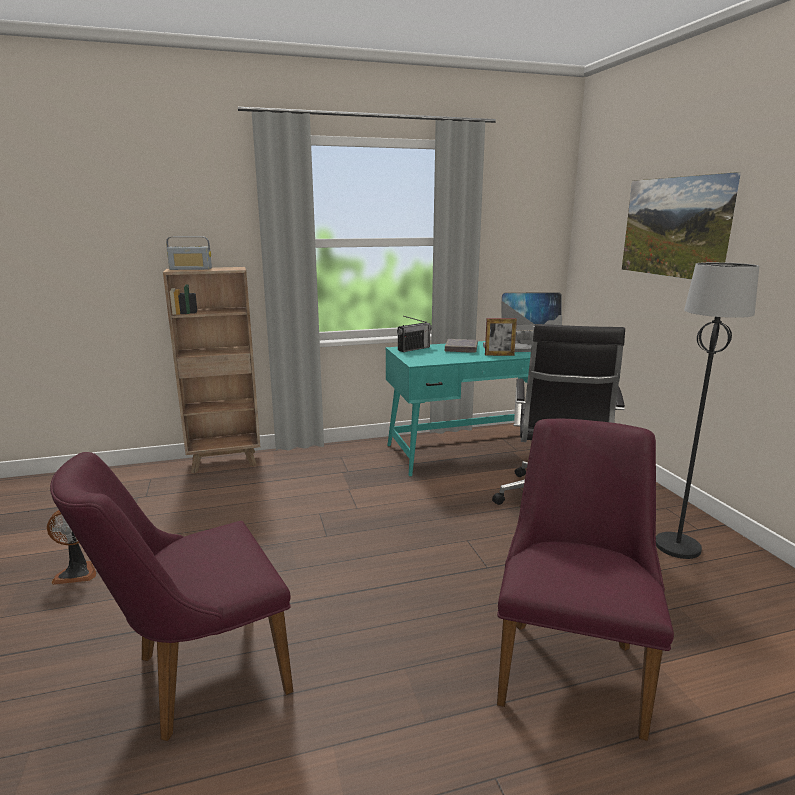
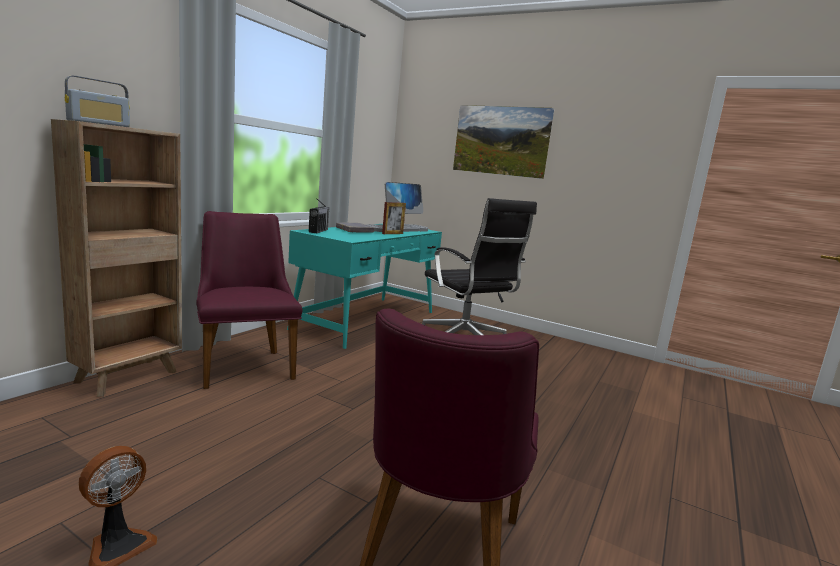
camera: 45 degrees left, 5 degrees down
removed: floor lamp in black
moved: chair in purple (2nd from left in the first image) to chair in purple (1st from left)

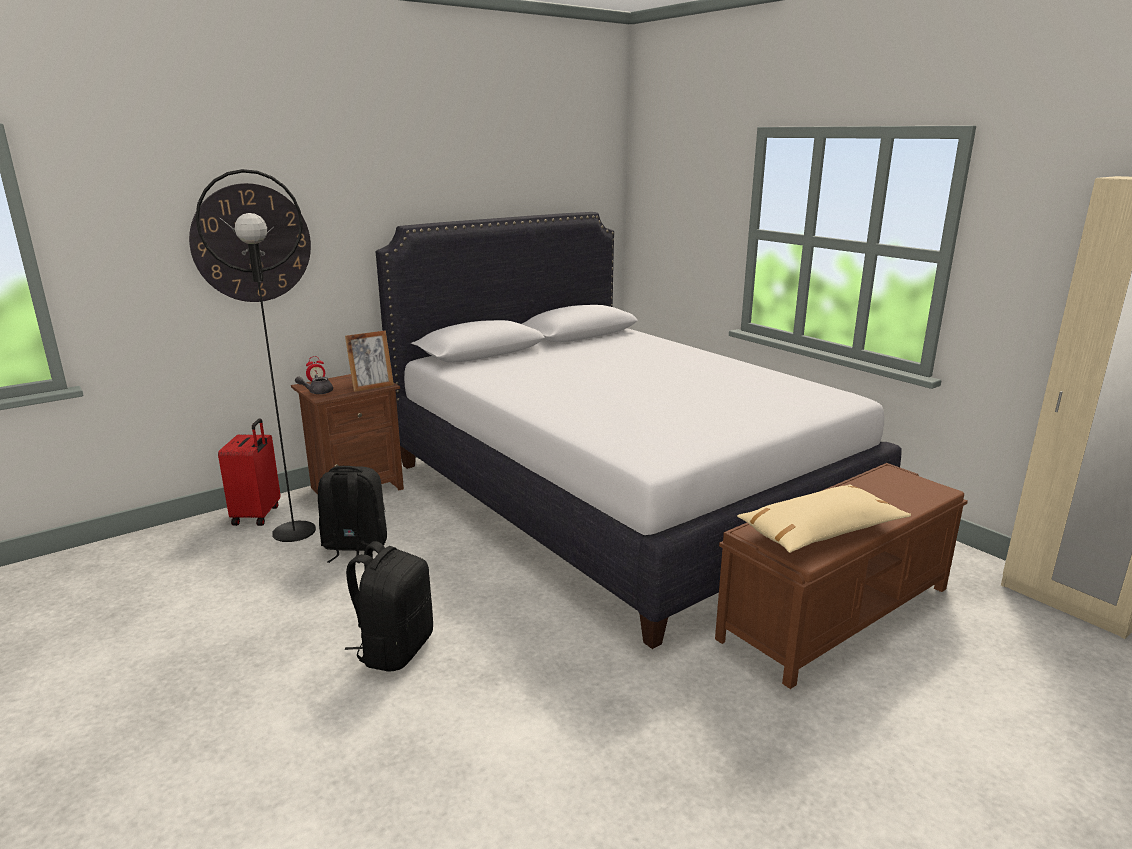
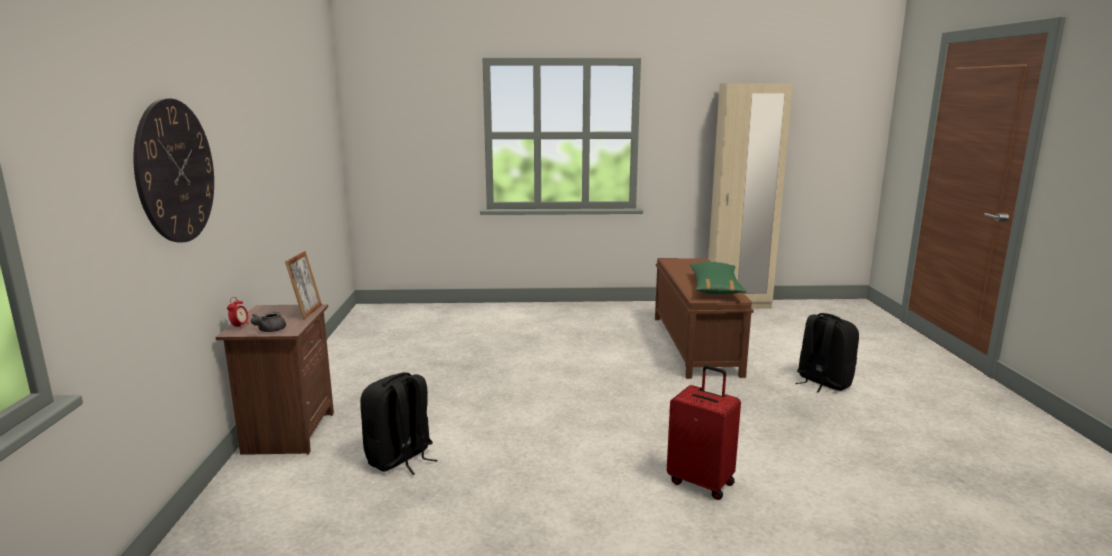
camera: 55 degrees left, 5 degrees down
removed: floor lamp in black; bed in white
moved: suitcase in red; backpack in black (2nd from left)
recoloured: pillow in beige to pillow in green

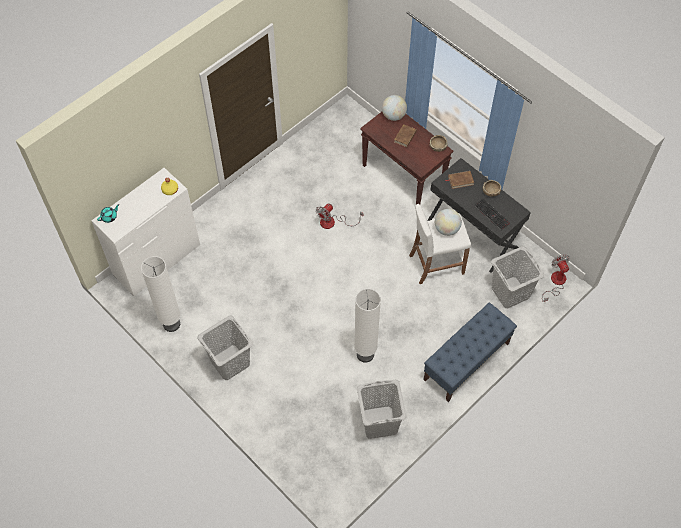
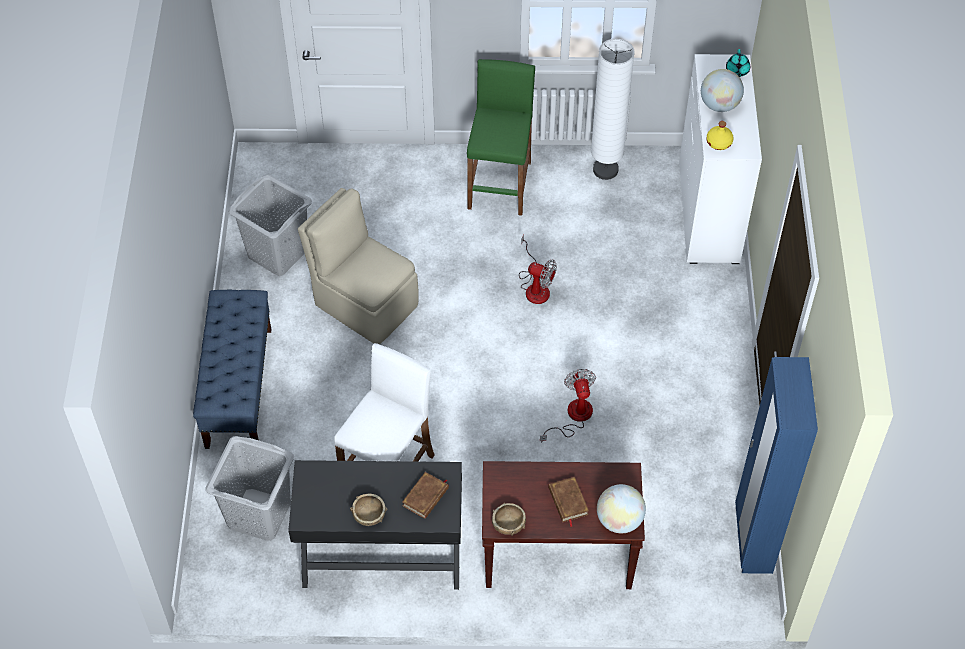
camera: 135 degrees right, 5 degrees down
removed: keyboard
added: wardrobe in blue
moved: globe (2nd from left); fan (2nd from left in the first image) to fan (1st from left)
replaced: laundry basket in grey (1st from left) to stool in green; floor lamp in white (2nd from left) to chair in beige

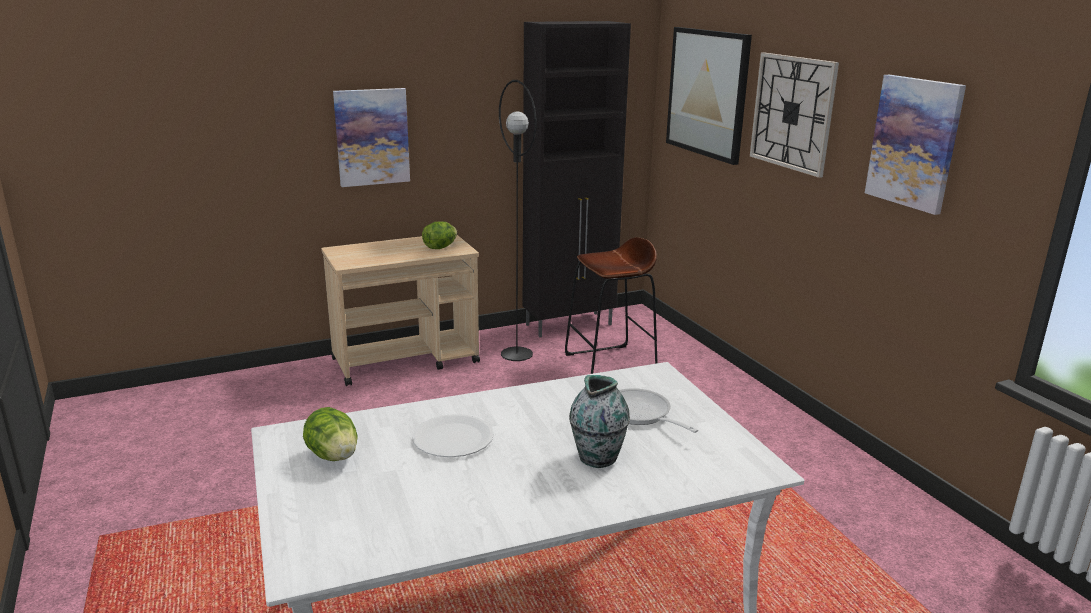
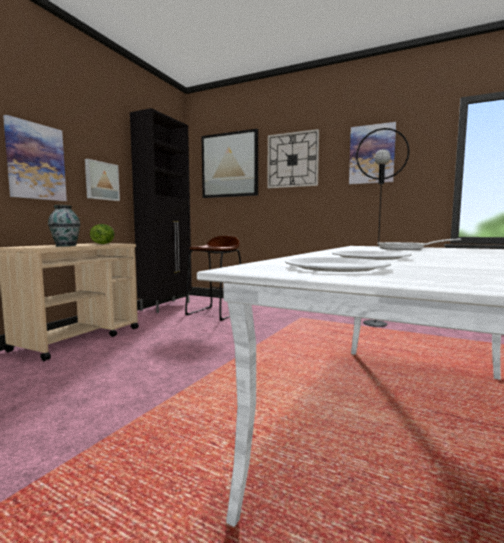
camera: 40 degrees left, 15 degrees down
added: picture (2nd from left)
moved: floor lamp in black; vase
replaced: lettuce (1st from left) to plate in white (1st from left)

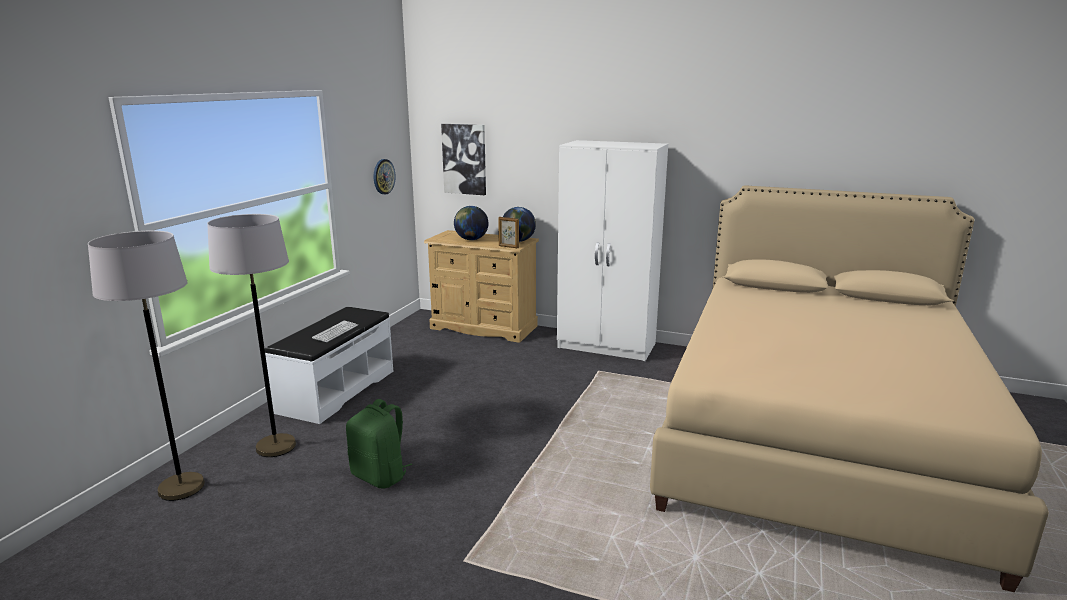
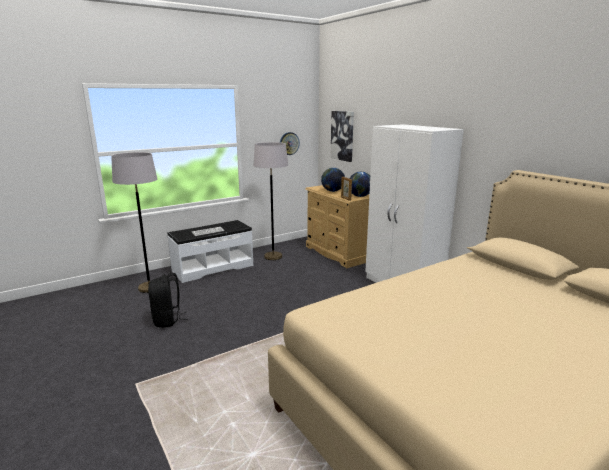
camera: 35 degrees right, 0 degrees up
moved: floor lamp in grey (1st from left in the first image) to floor lamp in grey (2nd from left)
recoloured: backpack in green to backpack in black

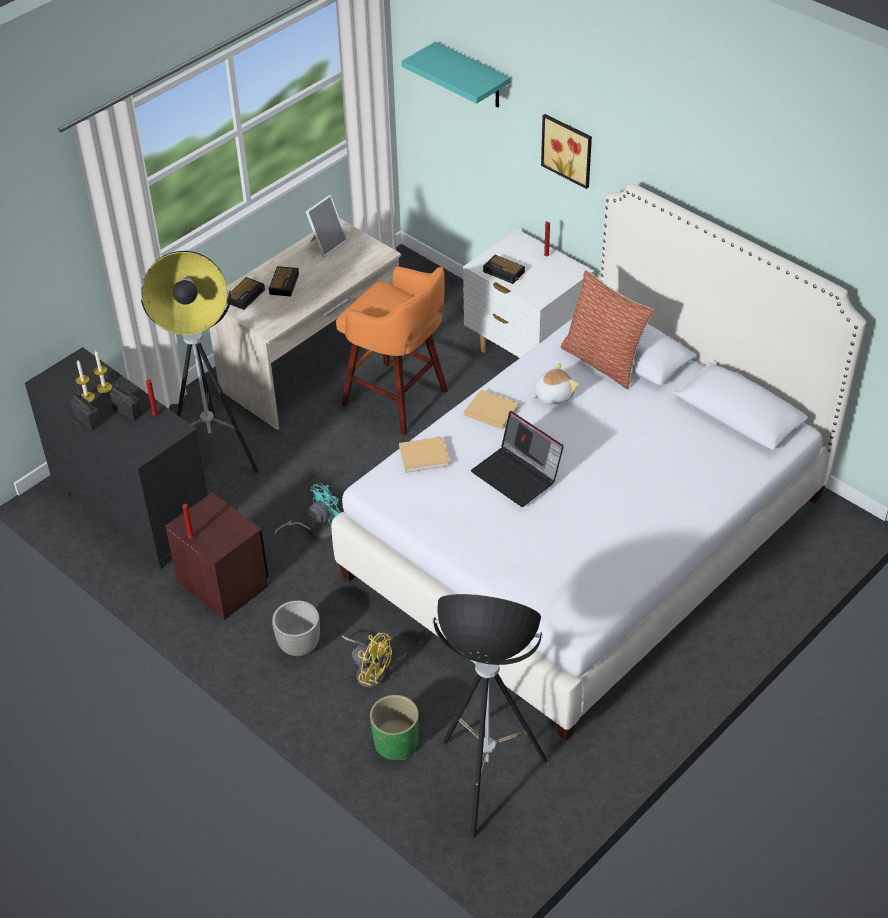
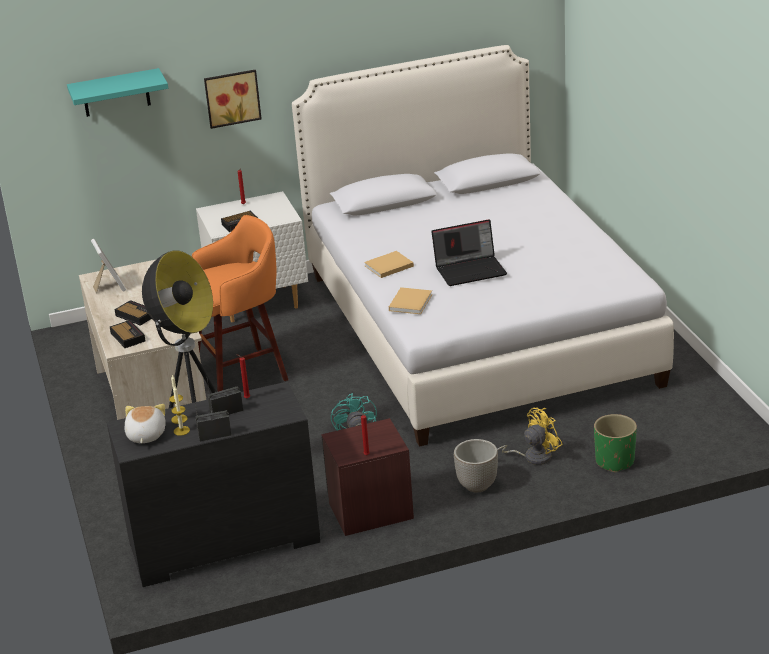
camera: 60 degrees left, 15 degrees down
removed: floor lamp (2nd from left); pillow
moved: plush toy

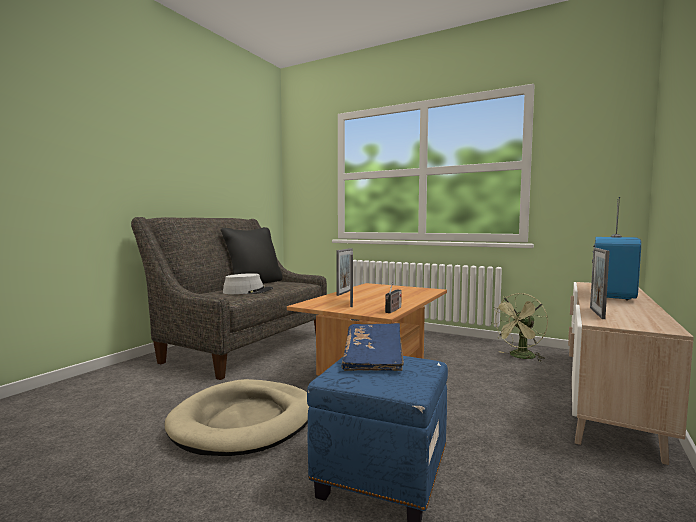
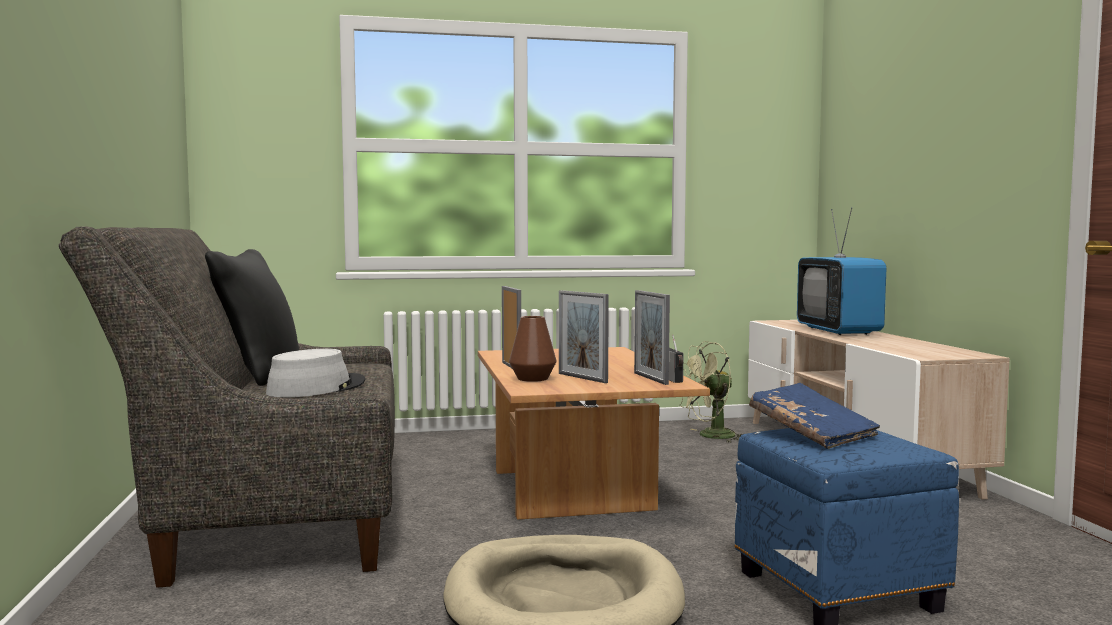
camera: 40 degrees left, 0 degrees up
added: vase in brown
moved: picture frame (3rd from left)
turned: fan in green 60 degrees clockwise

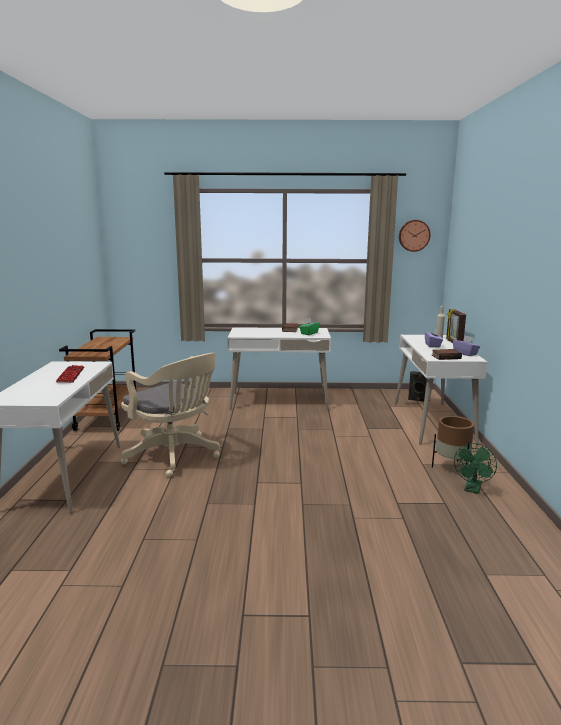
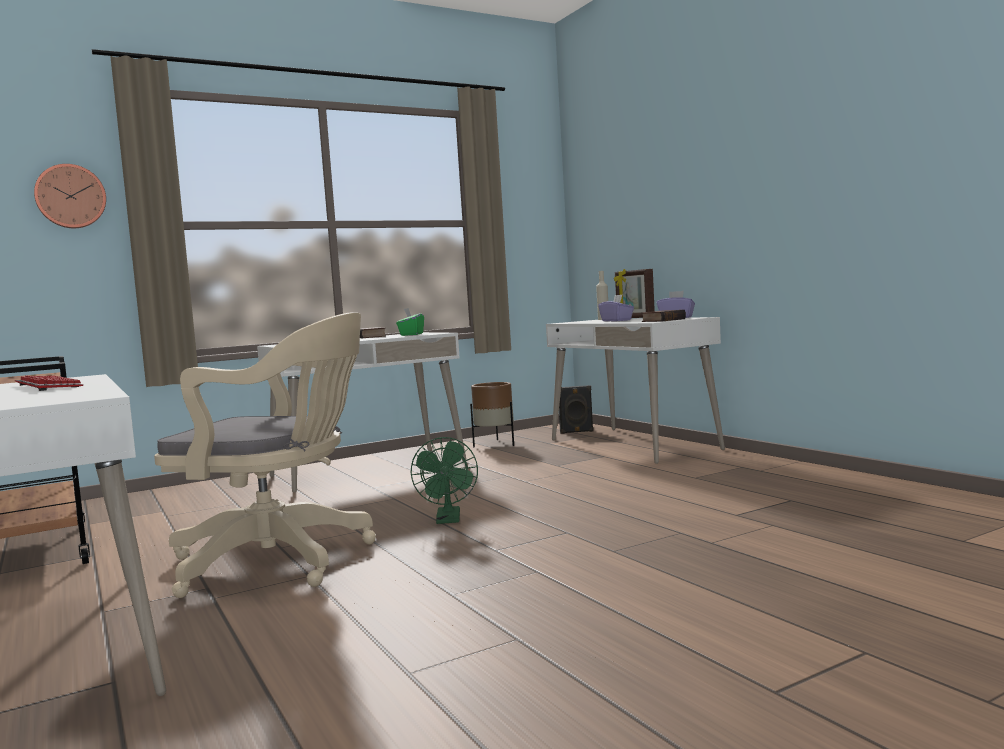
camera: 30 degrees left, 10 degrees down
moved: wall clock; planter in brown; fan in green

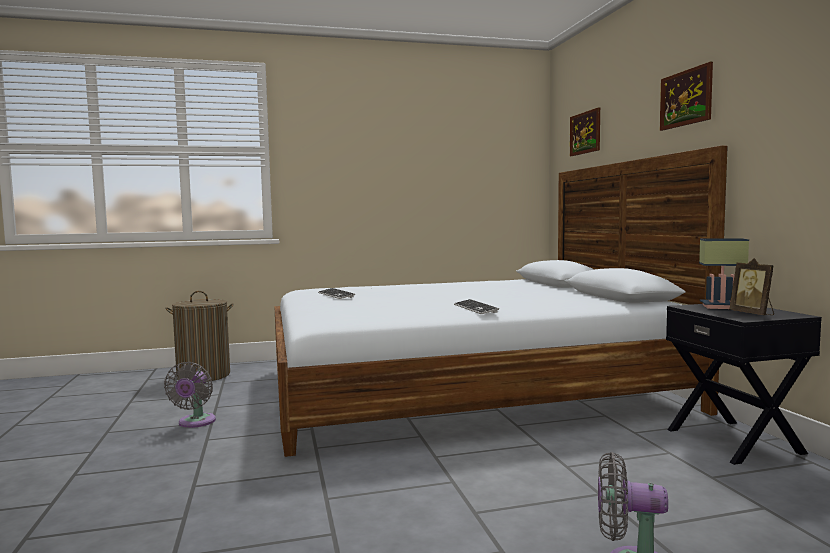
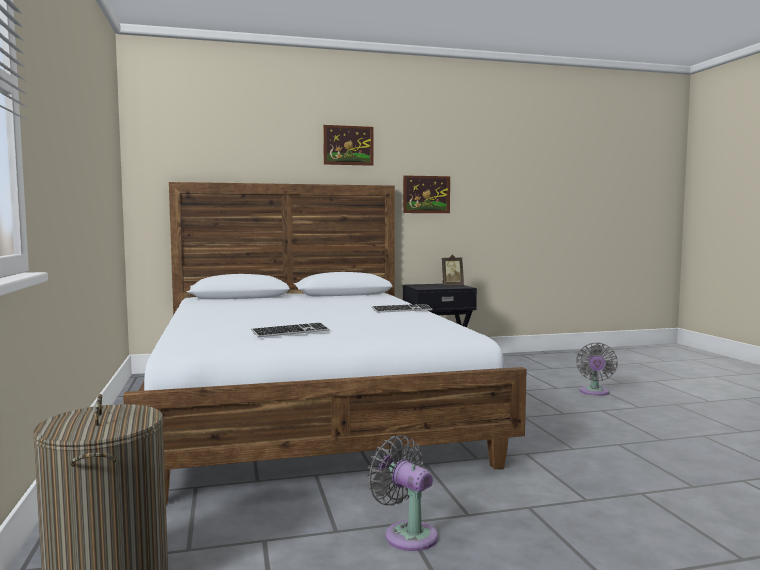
camera: 90 degrees left, 0 degrees up
removed: table lamp
moved: picture (1st from left in the first image) to picture (2nd from left)
turned: fan in grey (1st from left) 135 degrees counterclockwise

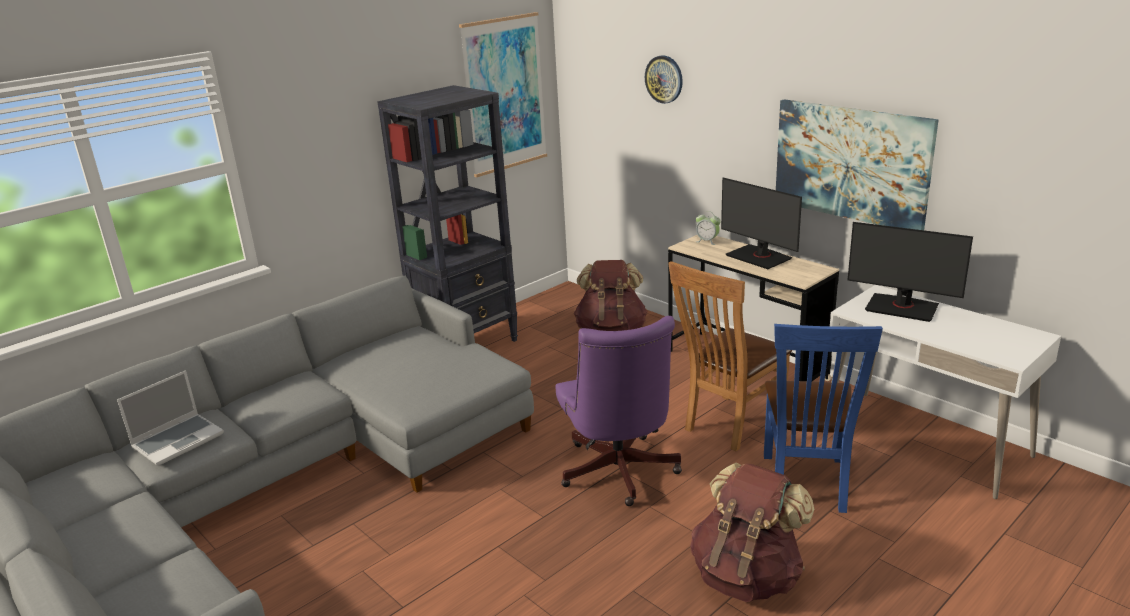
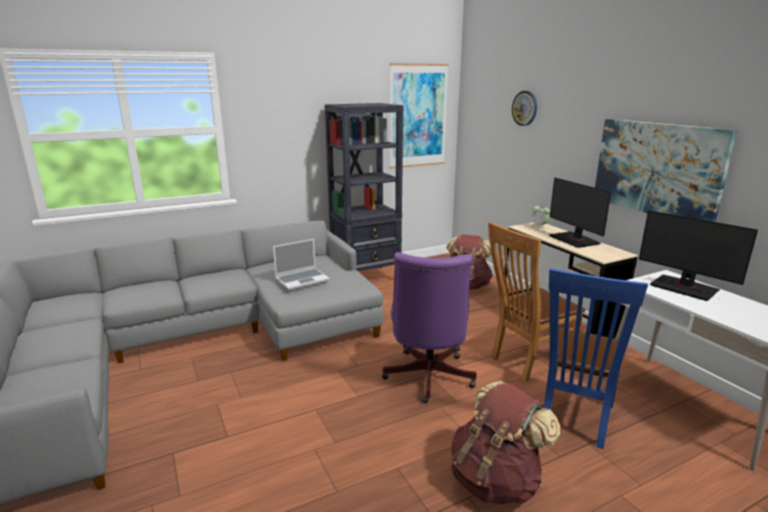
camera: 15 degrees right, 5 degrees down
moved: laptop

